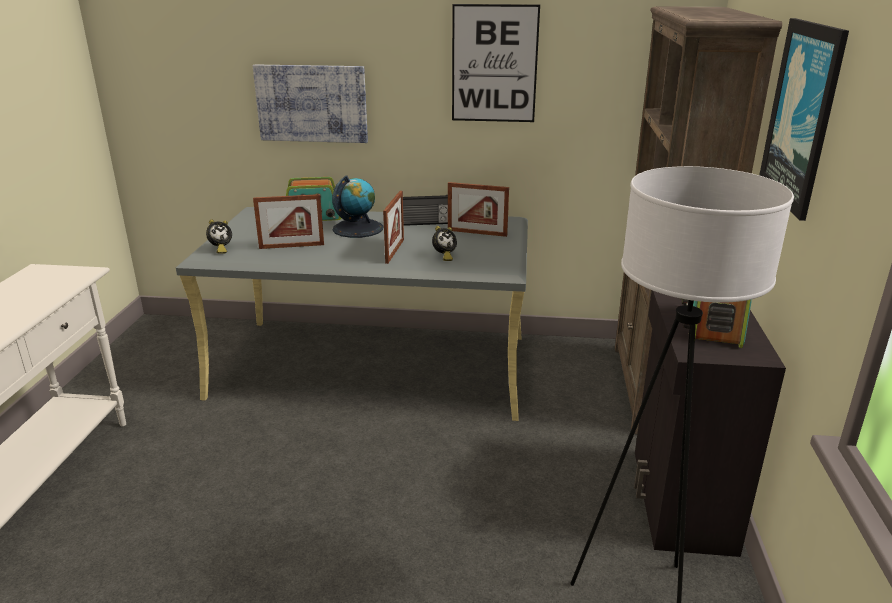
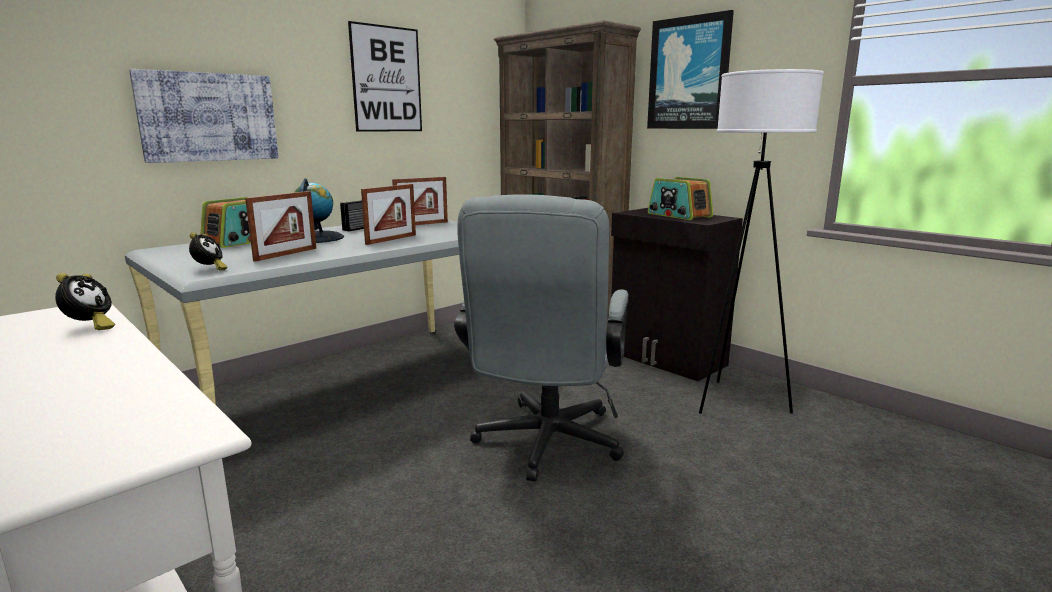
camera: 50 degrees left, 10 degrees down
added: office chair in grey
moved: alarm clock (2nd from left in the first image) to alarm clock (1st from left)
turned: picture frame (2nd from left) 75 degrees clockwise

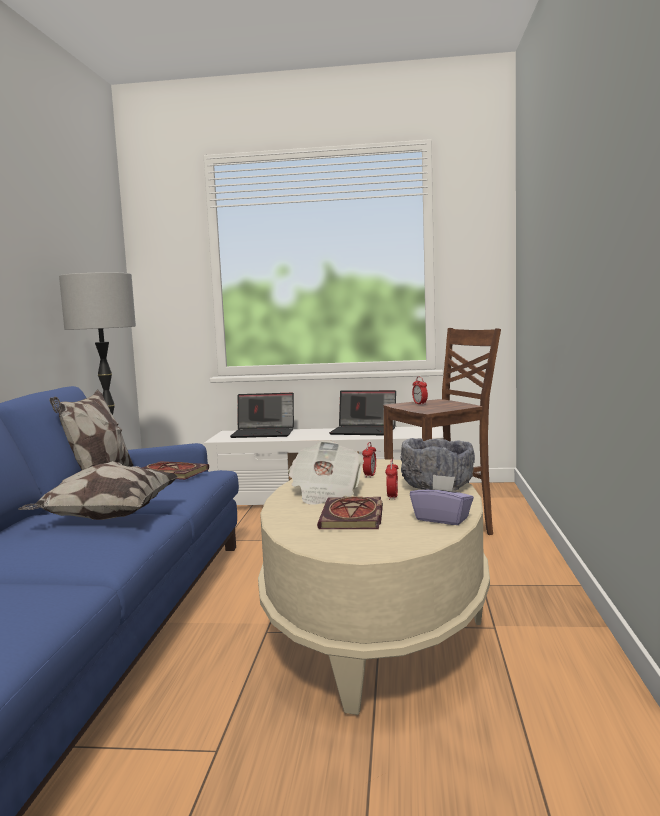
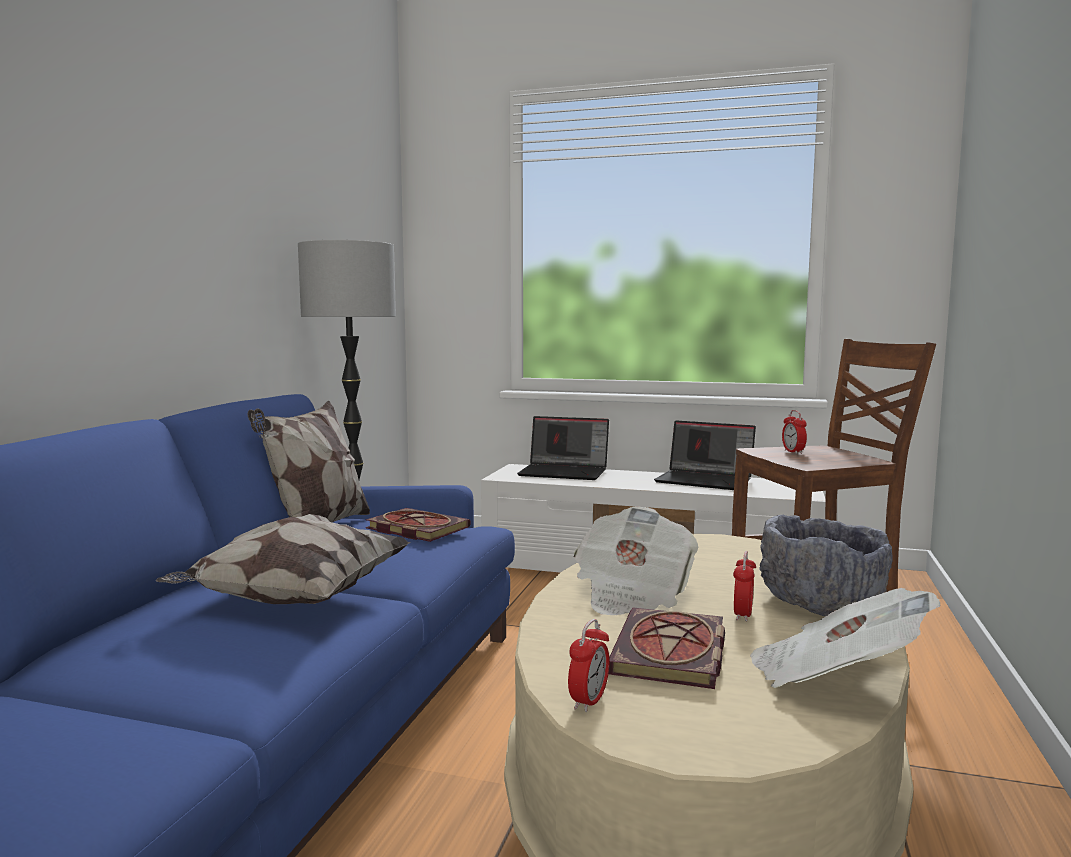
camera: 10 degrees right, 0 degrees up
moved: alarm clock (1st from left)
replaced: tissue box in purple to newspaper (2nd from left)

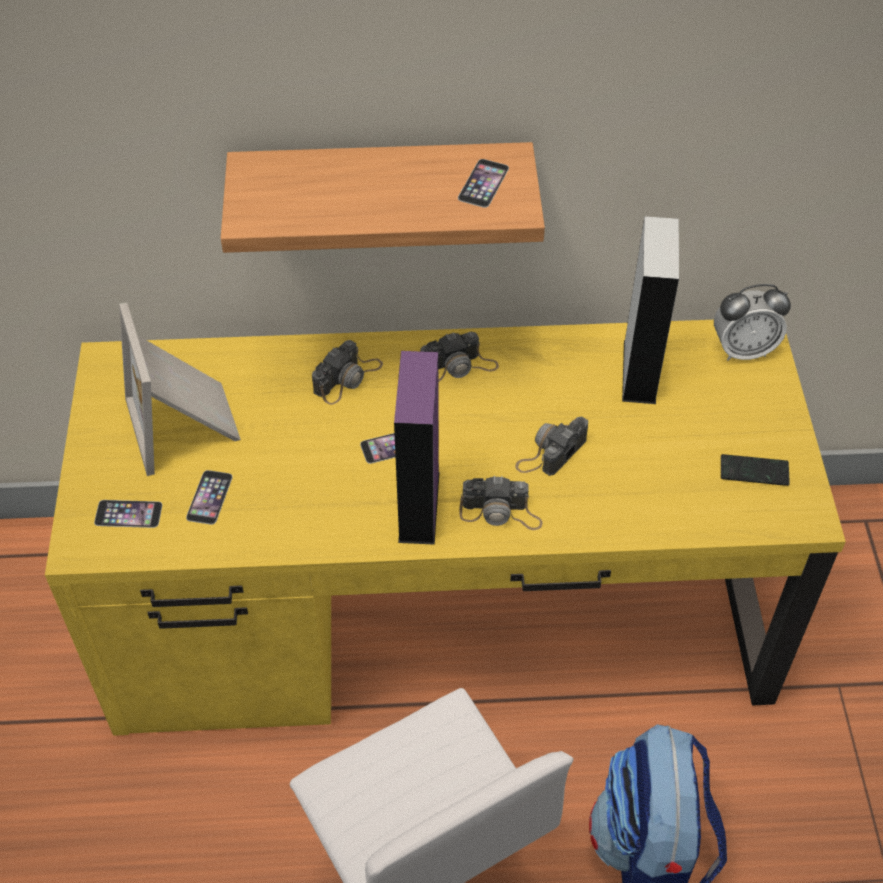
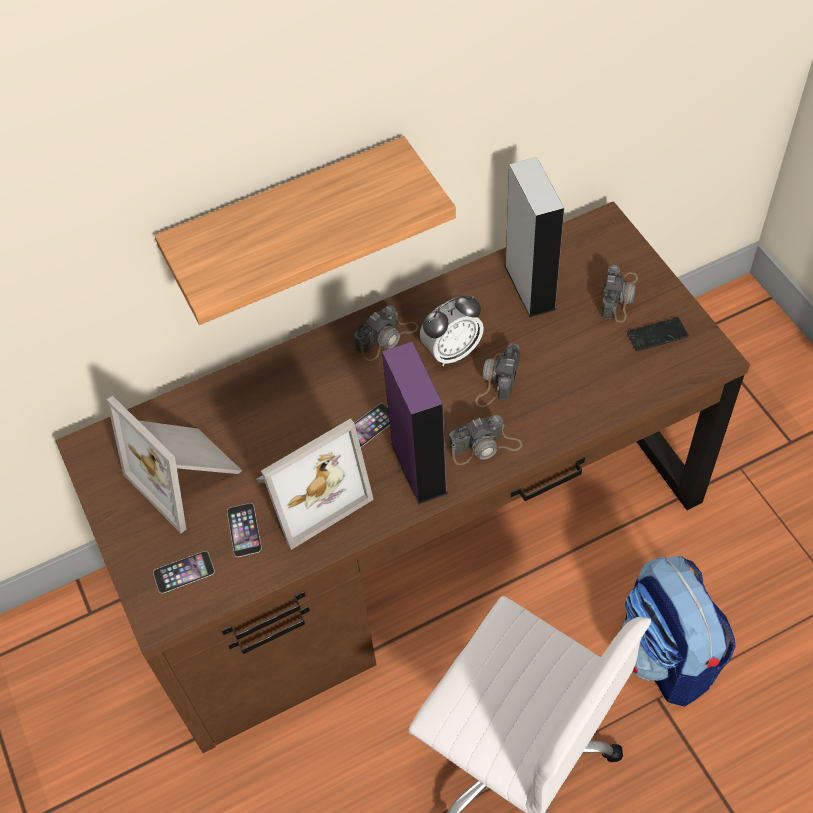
camera: 20 degrees left, 5 degrees up
removed: phone (4th from left)
added: picture frame (2nd from left)
moved: photo camera (1st from left in the first image) to photo camera (4th from left); alarm clock
recoloured: desk in yellow to desk in brown

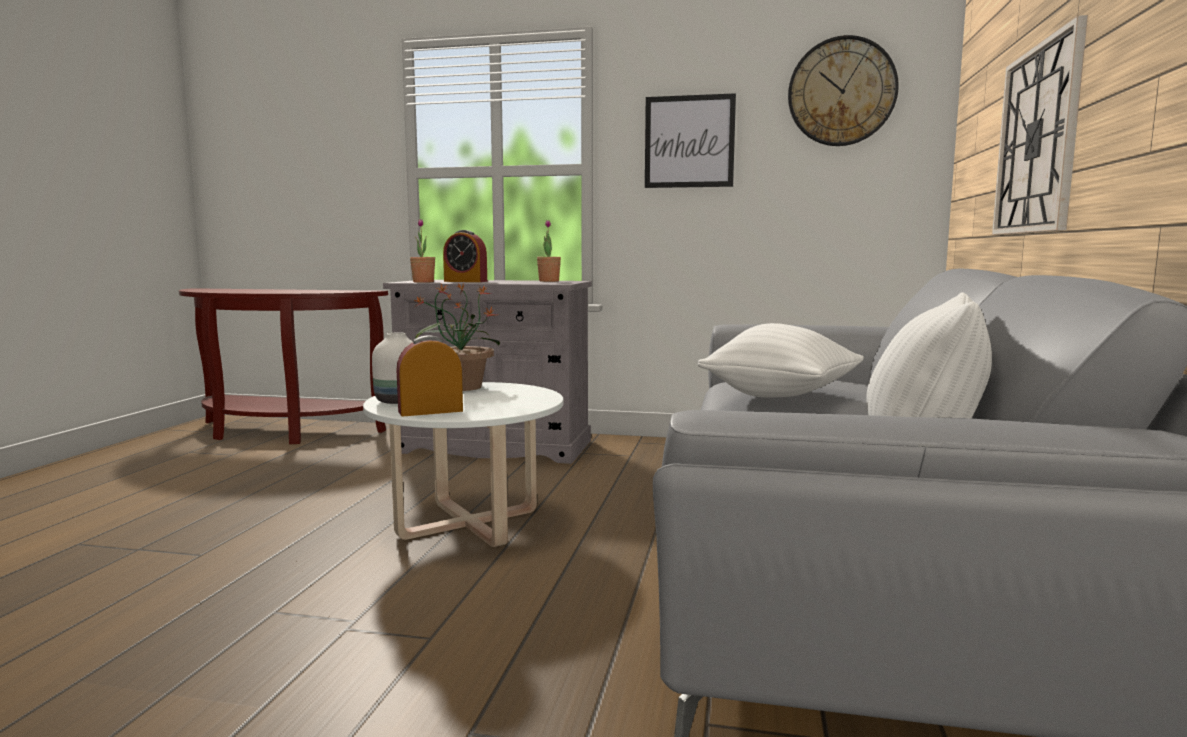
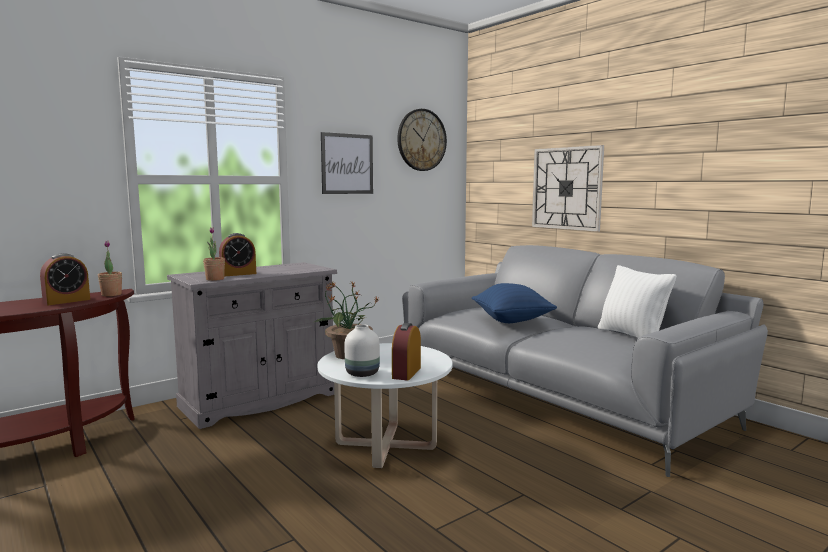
camera: 50 degrees left, 0 degrees up
added: alarm clock (1st from left)
moved: potted plant (3rd from left in the first image) to potted plant (1st from left)
recoloured: pillow in white (1st from left) to pillow in blue

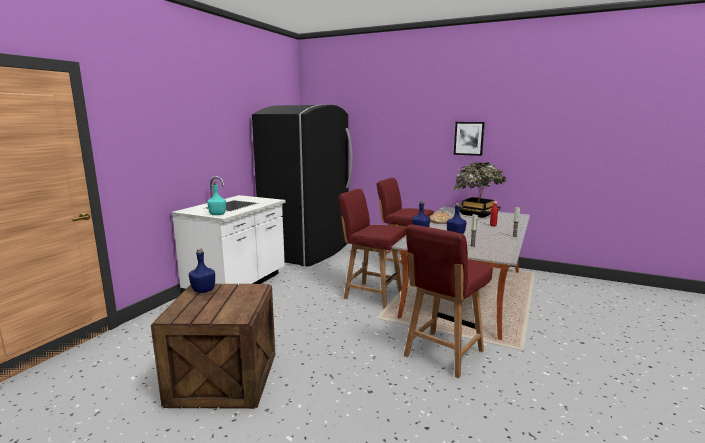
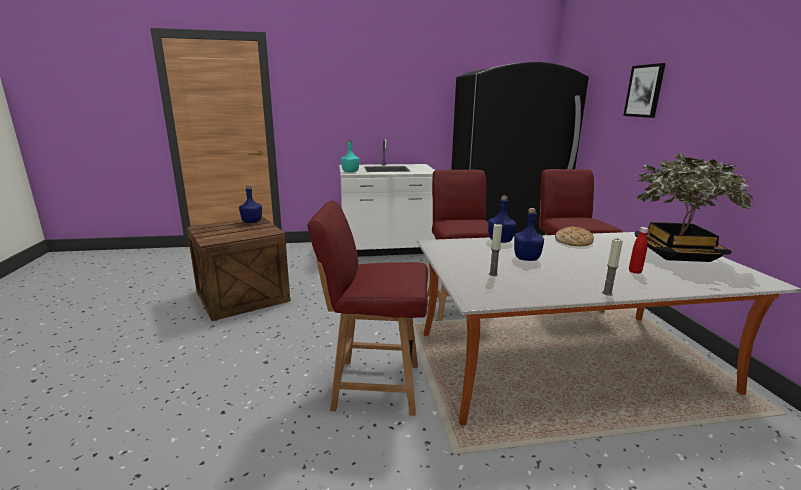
camera: 55 degrees right, 5 degrees up
moved: picture

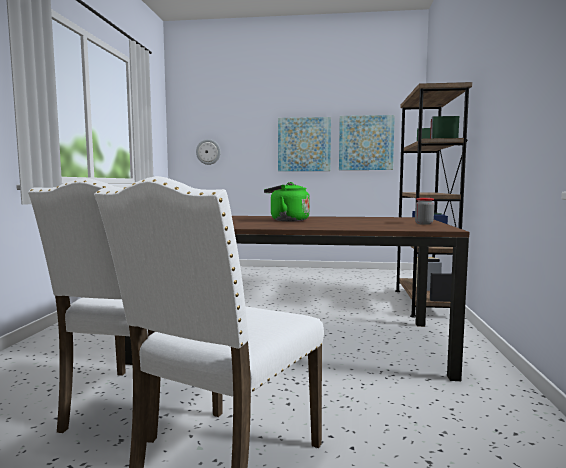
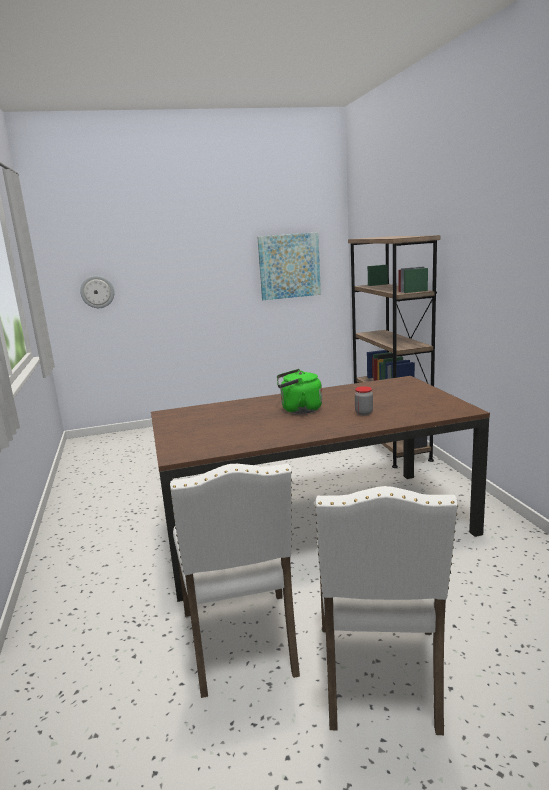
camera: 20 degrees left, 10 degrees up
removed: picture (1st from left)
moved: jar

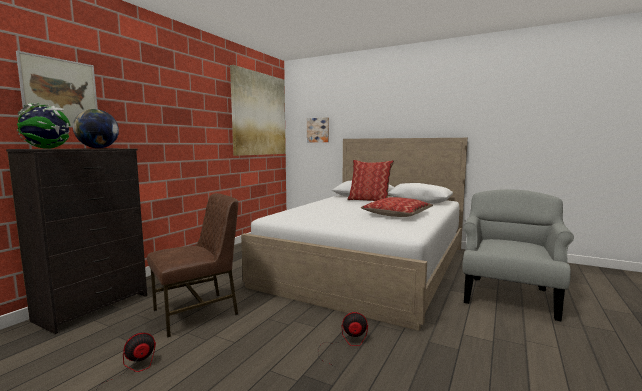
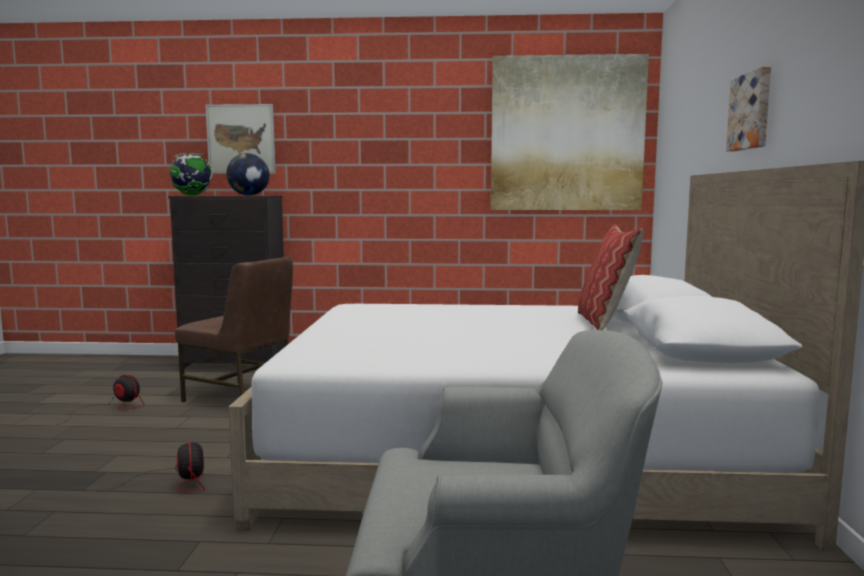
camera: 65 degrees right, 0 degrees up
removed: pillow (2nd from left)
moved: picture (3rd from left)

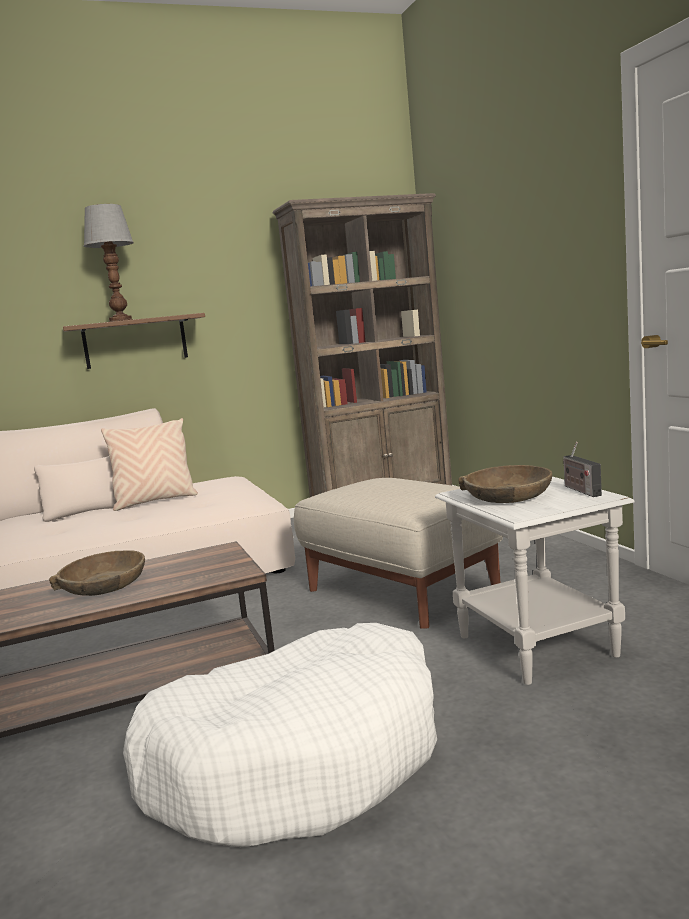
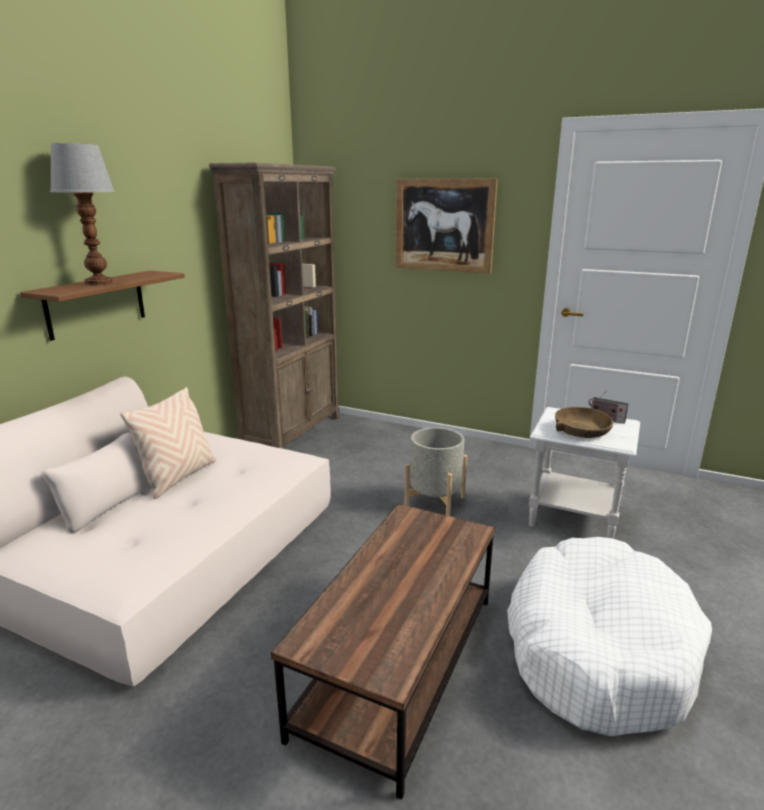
camera: 45 degrees left, 10 degrees up
removed: bowl in brown (1st from left)
added: picture
replaced: ottoman in beige to planter in grey

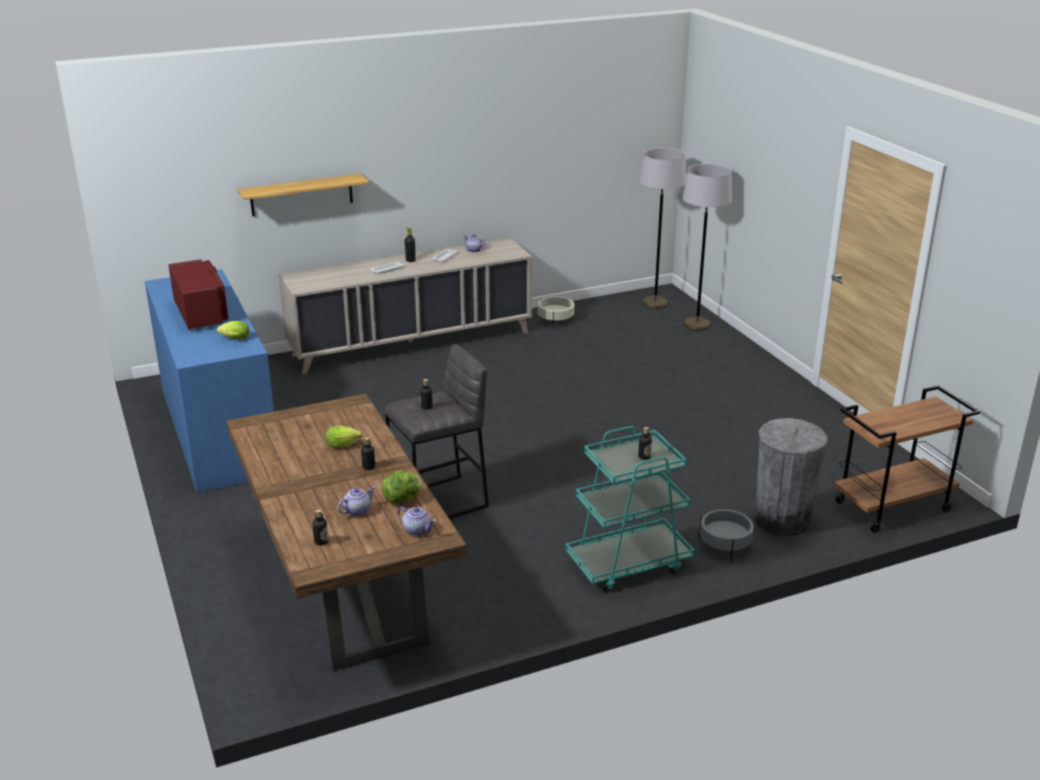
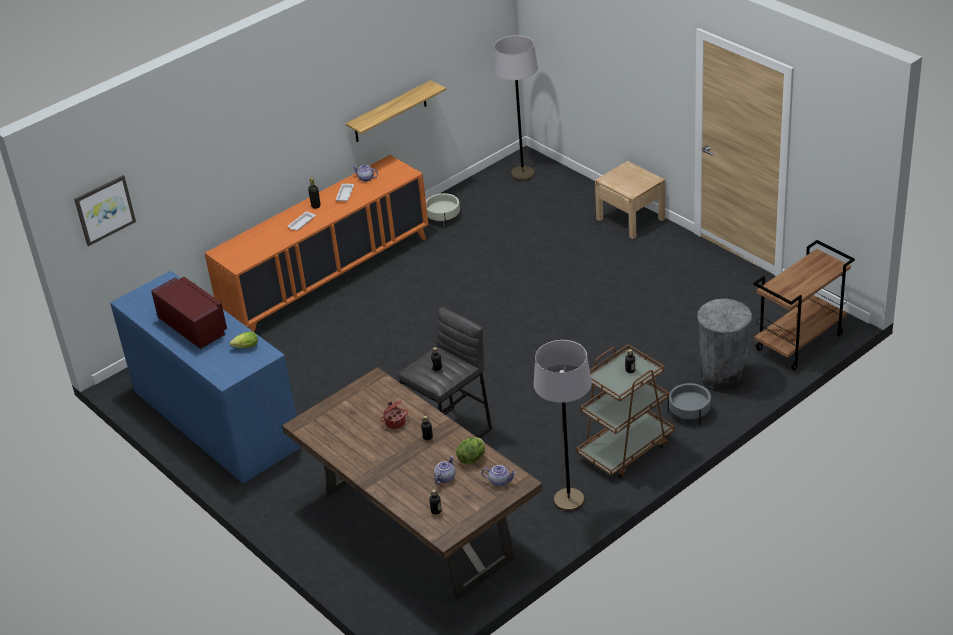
camera: 15 degrees left, 10 degrees up
added: picture; nightstand in beige
moved: shelf; floor lamp in grey (2nd from left)
replaced: lettuce (2nd from left) to cooking pot
recoloured: cabinet in beige to cabinet in orange; cart in turquoise to cart in brown (1st from left)

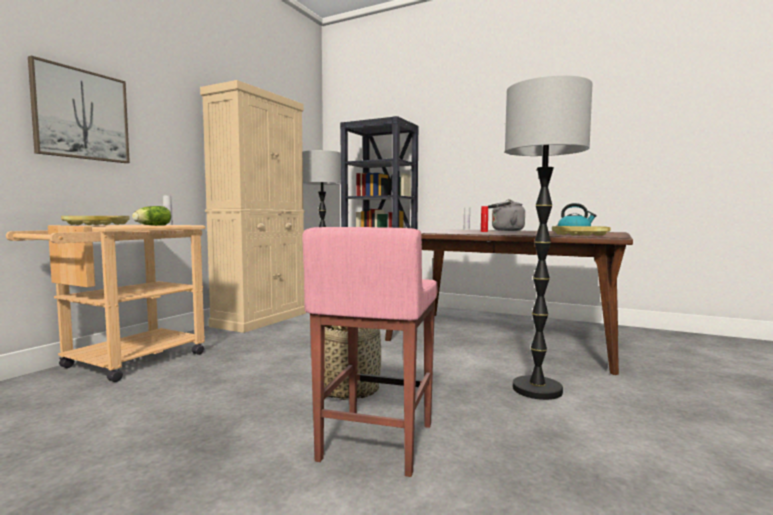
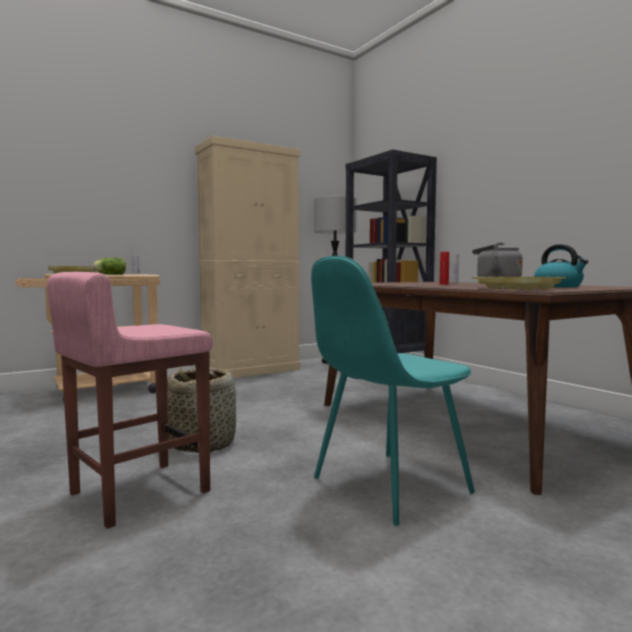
camera: 30 degrees right, 0 degrees up
removed: picture
replaced: floor lamp (2nd from left) to chair in turquoise

